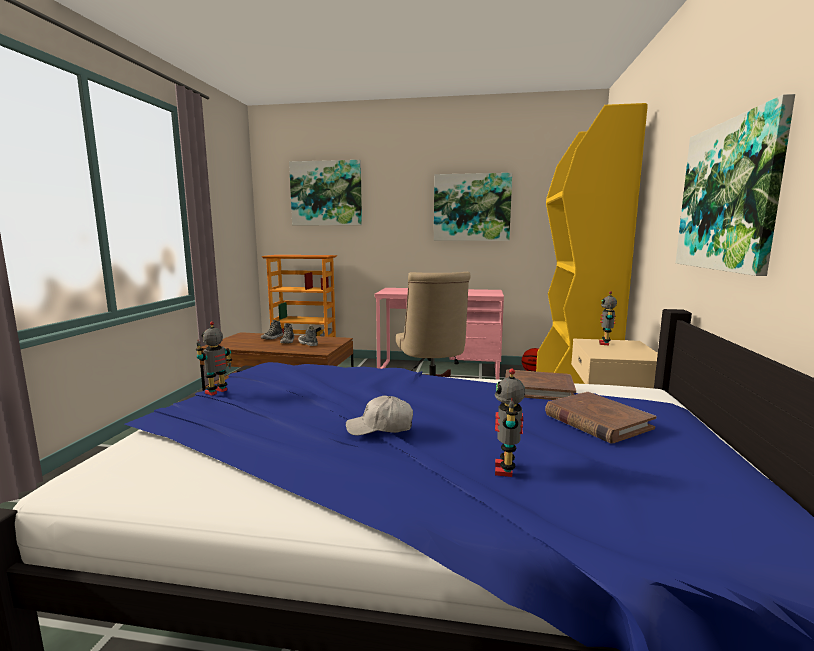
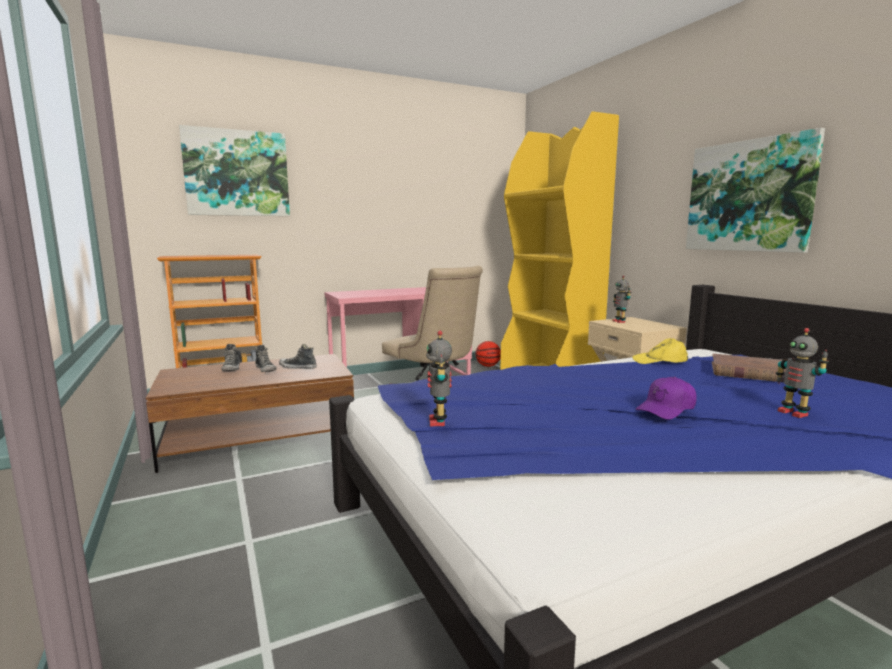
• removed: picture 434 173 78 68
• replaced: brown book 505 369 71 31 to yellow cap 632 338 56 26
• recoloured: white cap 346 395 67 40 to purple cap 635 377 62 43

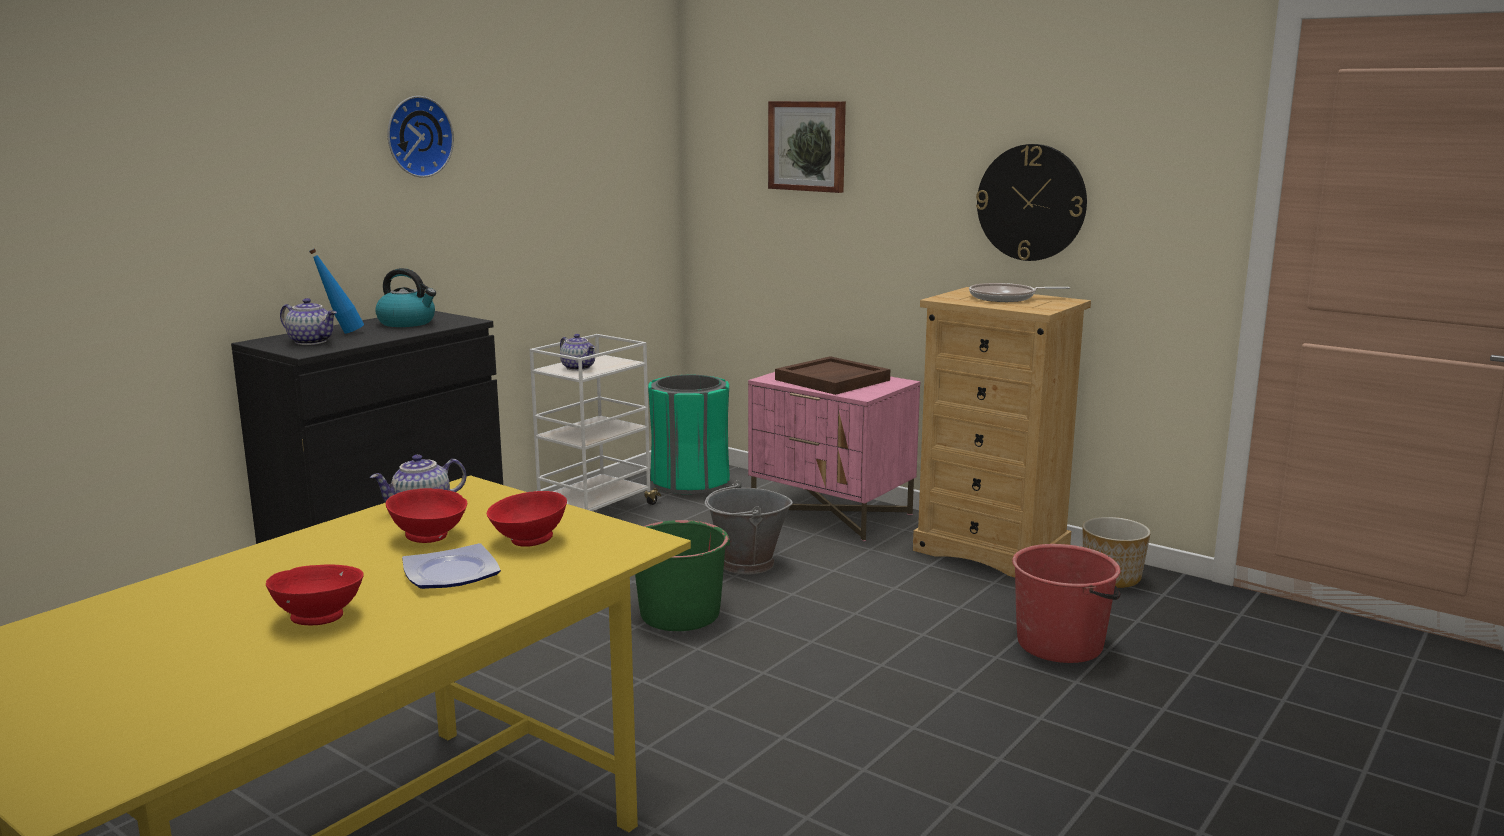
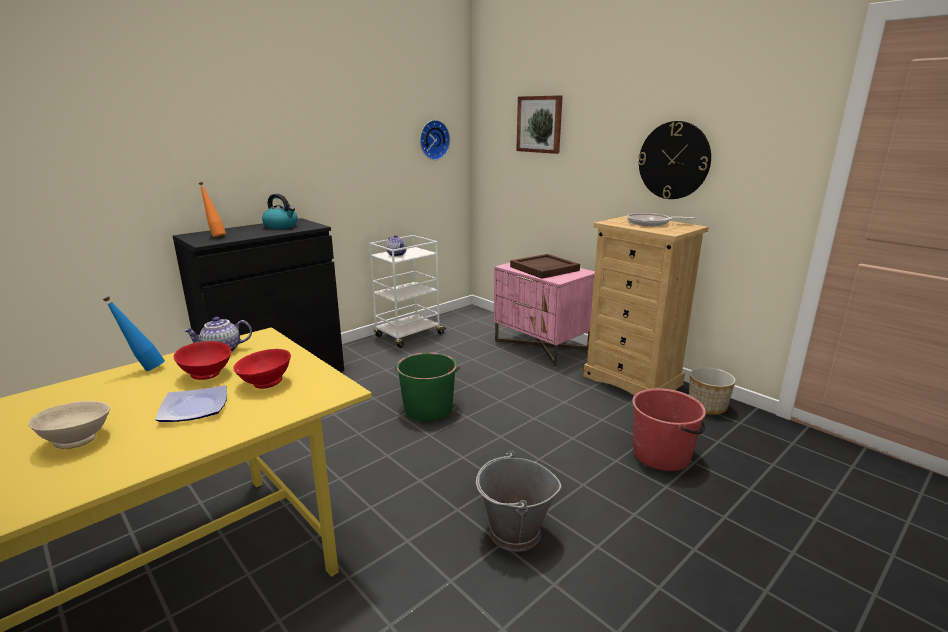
• removed: green trash can 648 375 82 119
• moved: blue bottle 309 248 55 86 to 103 296 62 75
• moved: wall clock 388 96 66 82 to 420 120 30 40
• moved: grey bucket 705 480 88 94 to 476 451 85 101
• replaced: teapot 280 298 57 47 to orange bottle 199 182 27 55
• recoloured: red bowl 266 564 98 61 to beige bowl 29 401 81 48

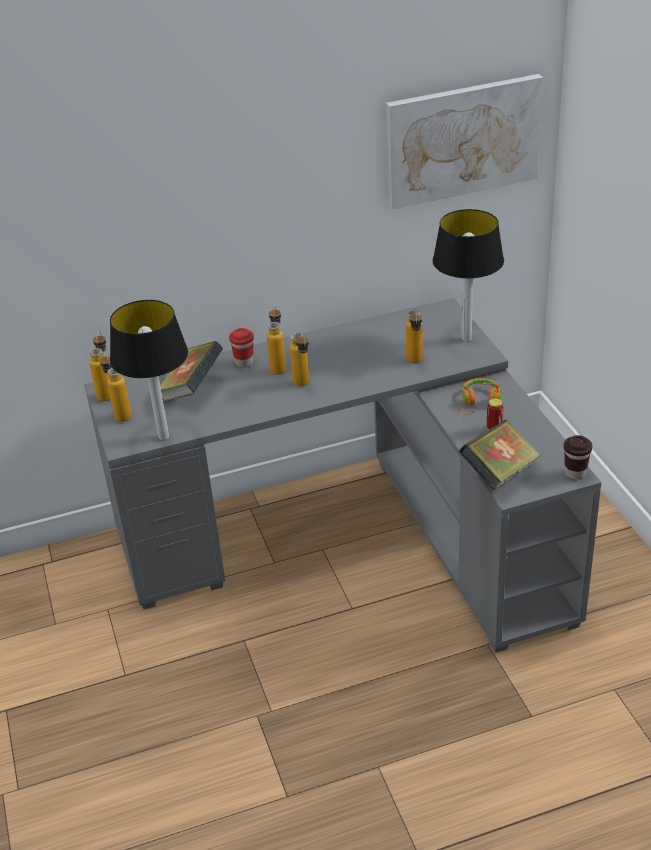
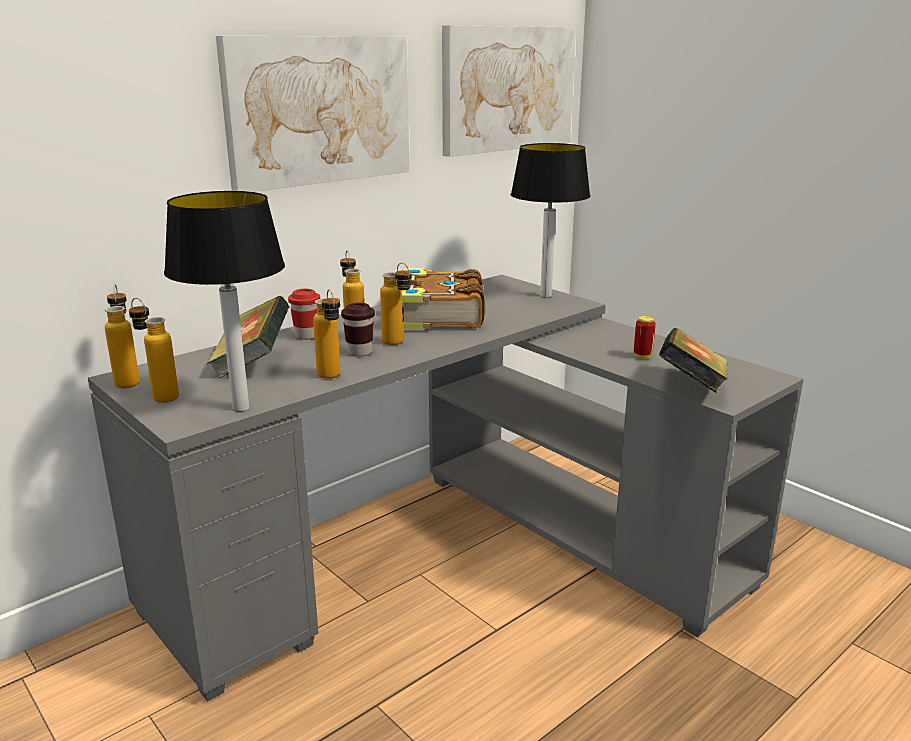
• removed: orange headphones 458 378 43 37
• added: picture 216 36 194 156
• added: book 402 268 83 62
• moved: bottle 406 310 17 53 to 313 289 27 90
• moved: brown cup 564 435 29 44 to 341 302 34 55

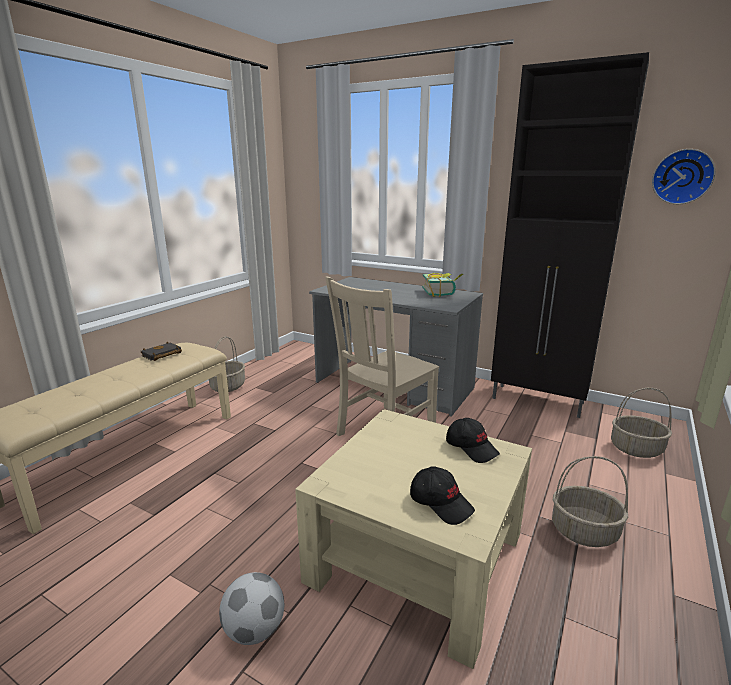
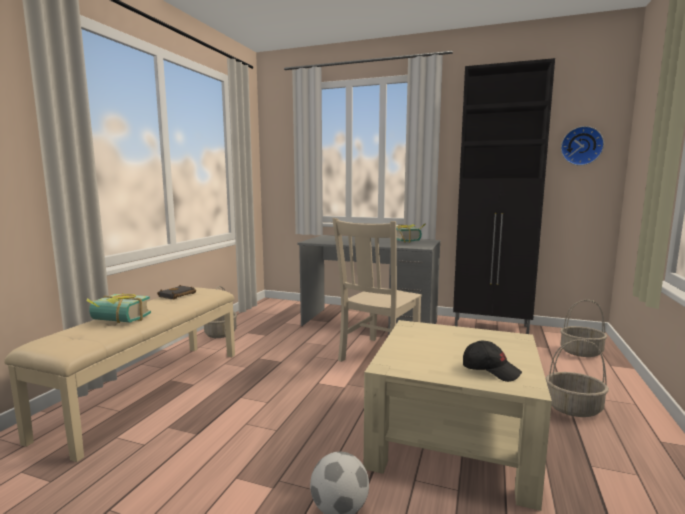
• removed: black cap 446 418 54 45
• added: book 87 293 64 30

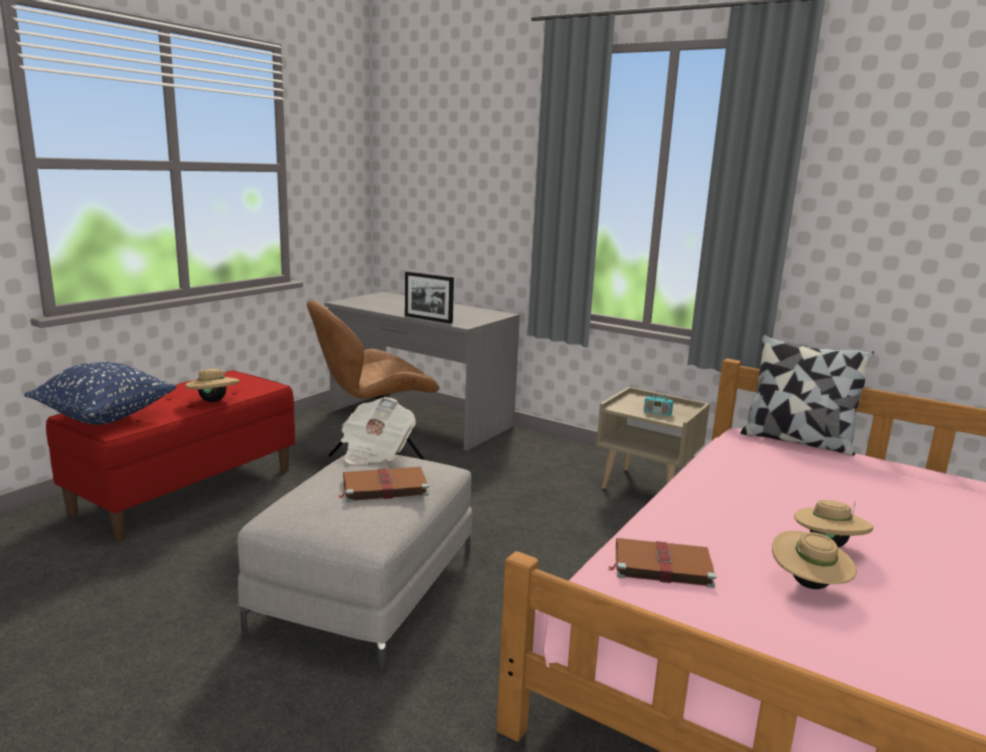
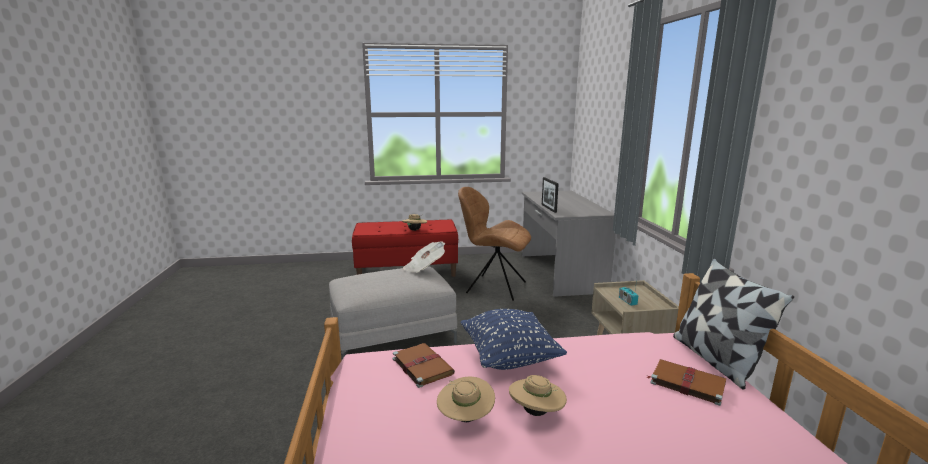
• moved: blue pillow 24 362 153 63 to 461 309 106 61
• moved: brown book 339 467 90 35 to 646 359 80 47

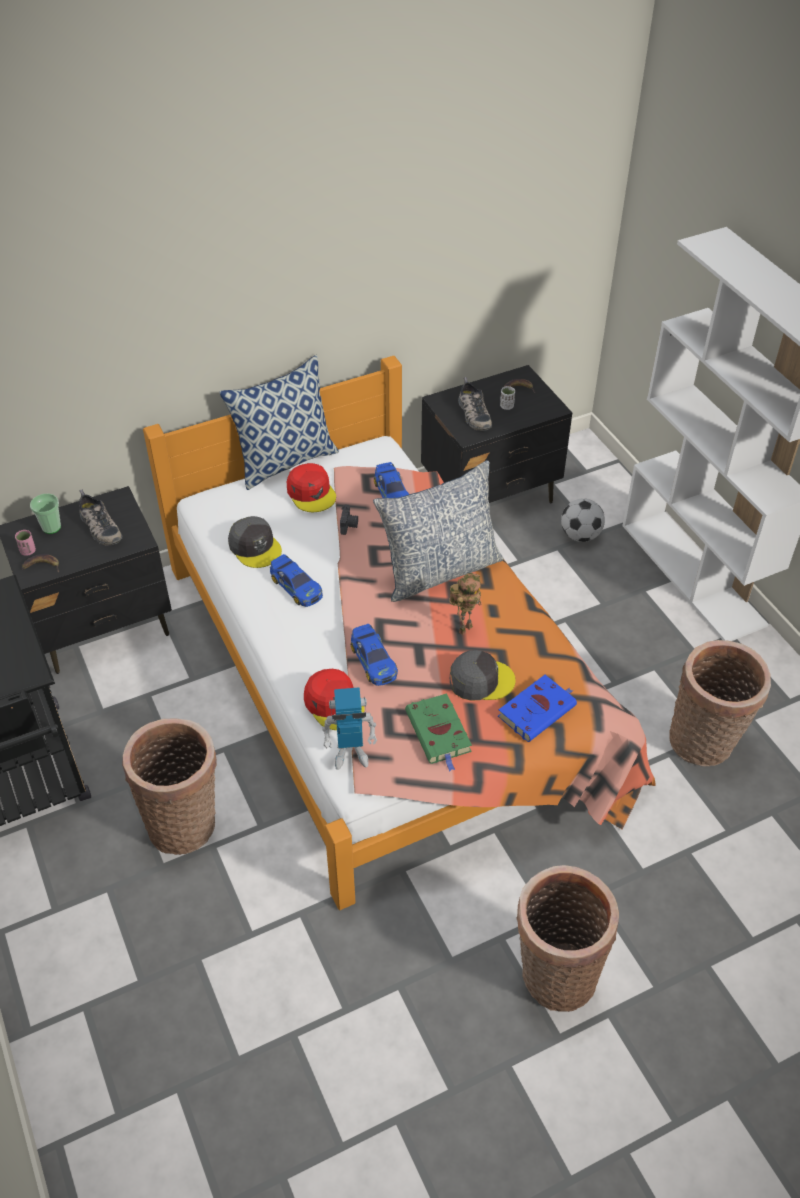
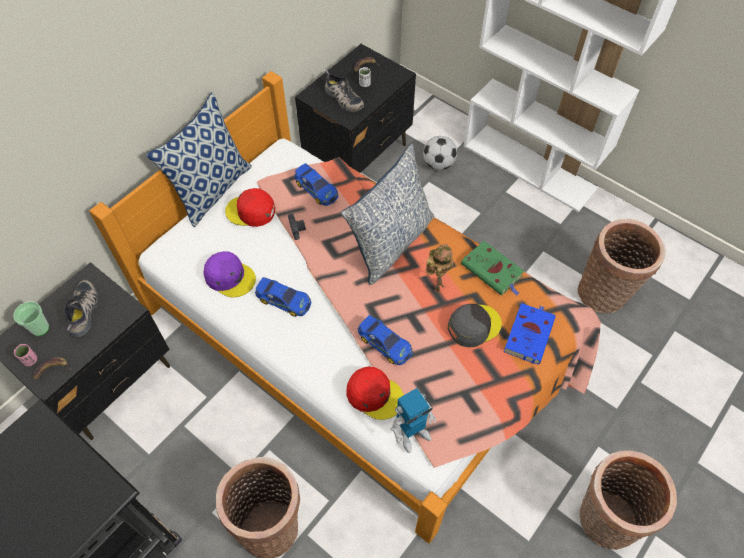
• moved: green book 405 693 67 78 to 461 241 63 55
• recoloured: grey cap 228 516 54 52 to purple cap 203 251 53 46
• turned: shoe 79 489 43 57 = 64 280 34 58 120 degrees counterclockwise
• turned: red cap 287 463 49 49 = 225 188 50 39 150 degrees clockwise

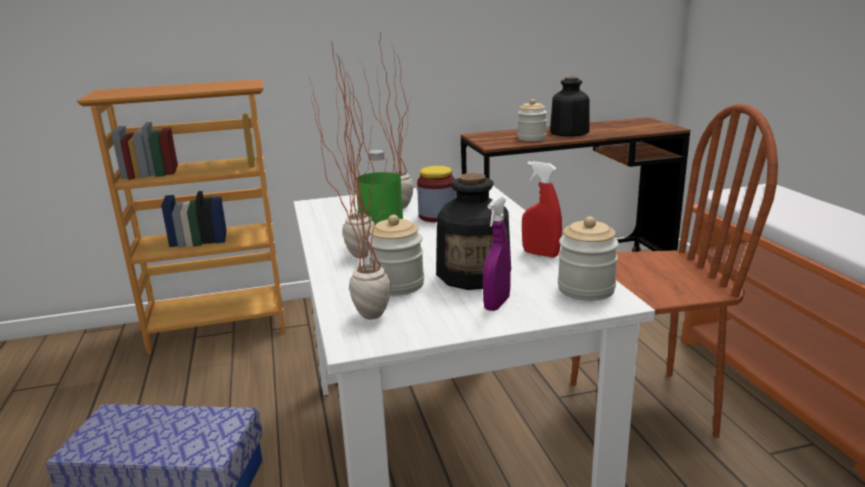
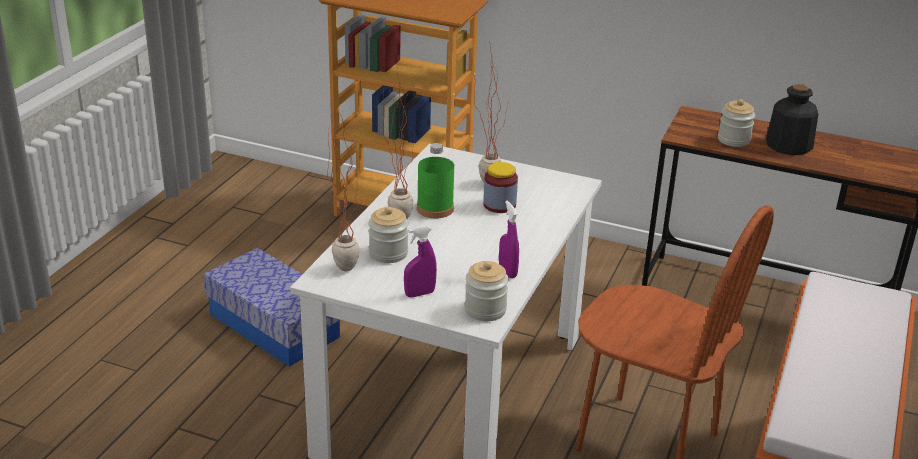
• removed: bottle 436 173 75 117
• recoloured: red spray bottle 522 161 40 96 to purple spray bottle 499 201 20 77

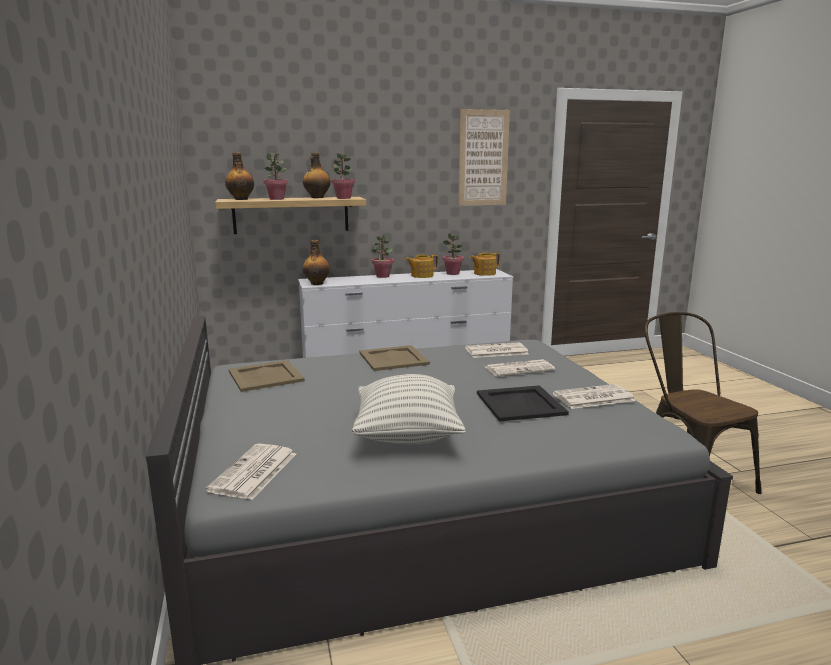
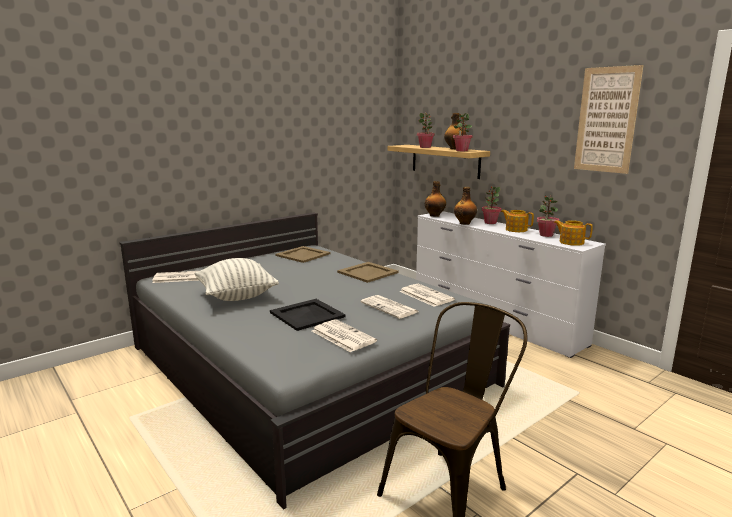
• moved: bottle 225 153 29 47 to 454 187 23 38

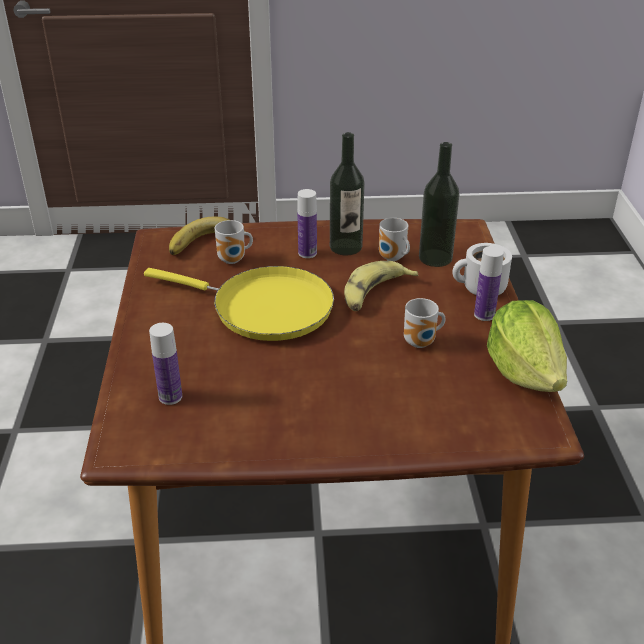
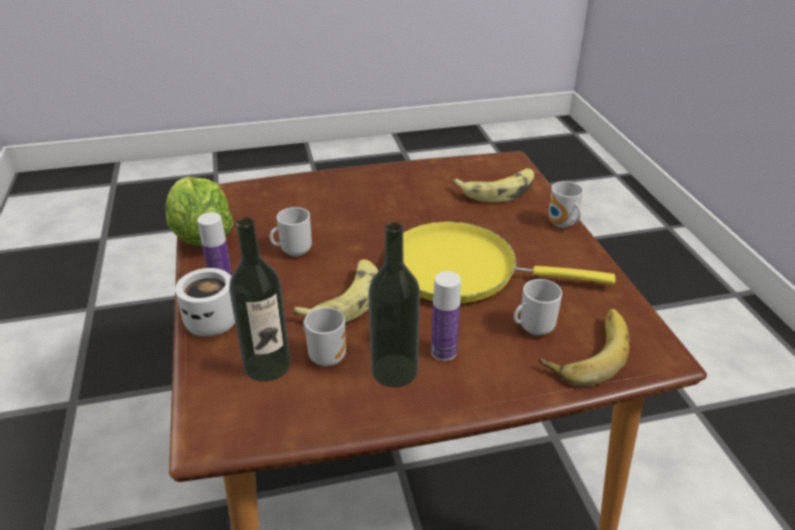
• added: mug 548 181 35 47
• replaced: bottle 149 323 33 82 to banana 453 168 81 35

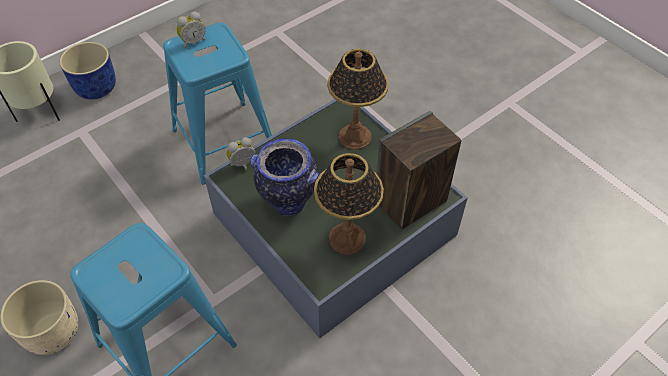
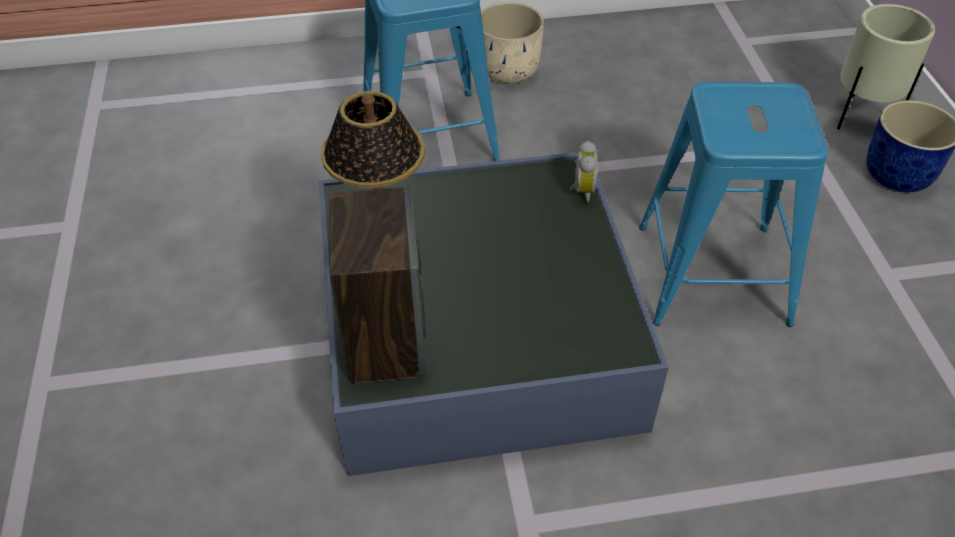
• removed: alarm clock 176 11 29 37
• removed: vase 250 138 69 78
• removed: table lamp 327 49 62 101

